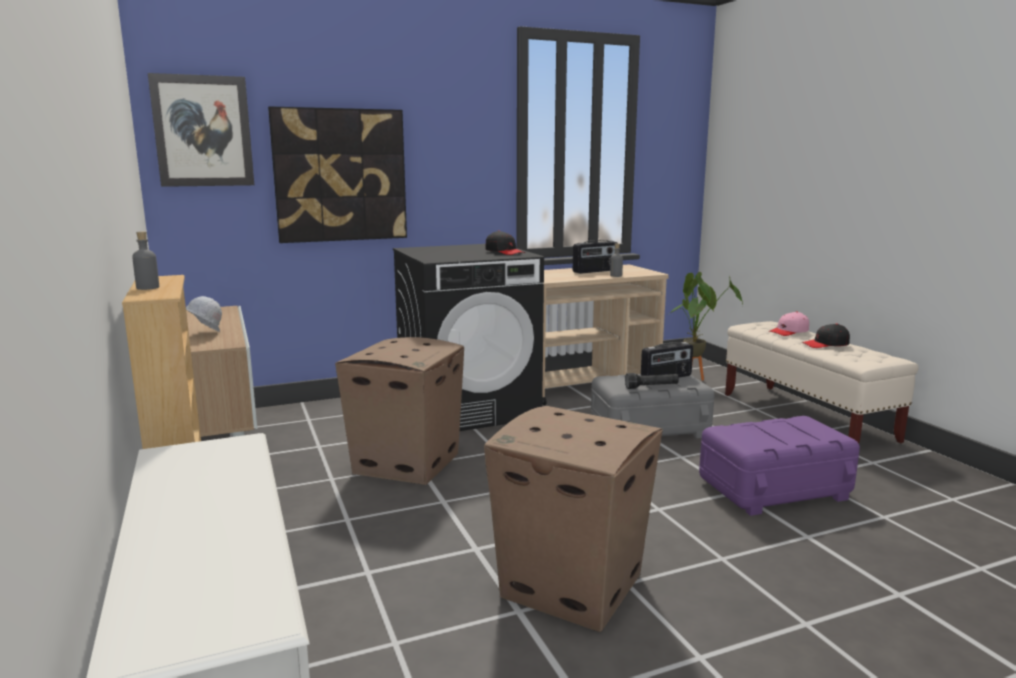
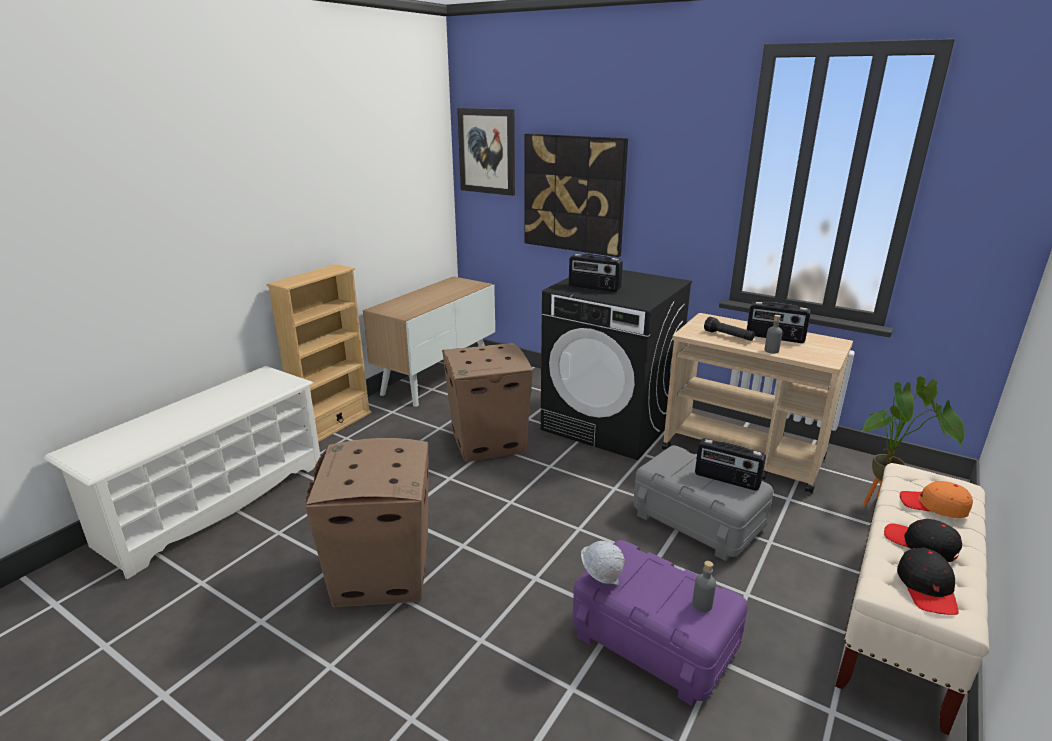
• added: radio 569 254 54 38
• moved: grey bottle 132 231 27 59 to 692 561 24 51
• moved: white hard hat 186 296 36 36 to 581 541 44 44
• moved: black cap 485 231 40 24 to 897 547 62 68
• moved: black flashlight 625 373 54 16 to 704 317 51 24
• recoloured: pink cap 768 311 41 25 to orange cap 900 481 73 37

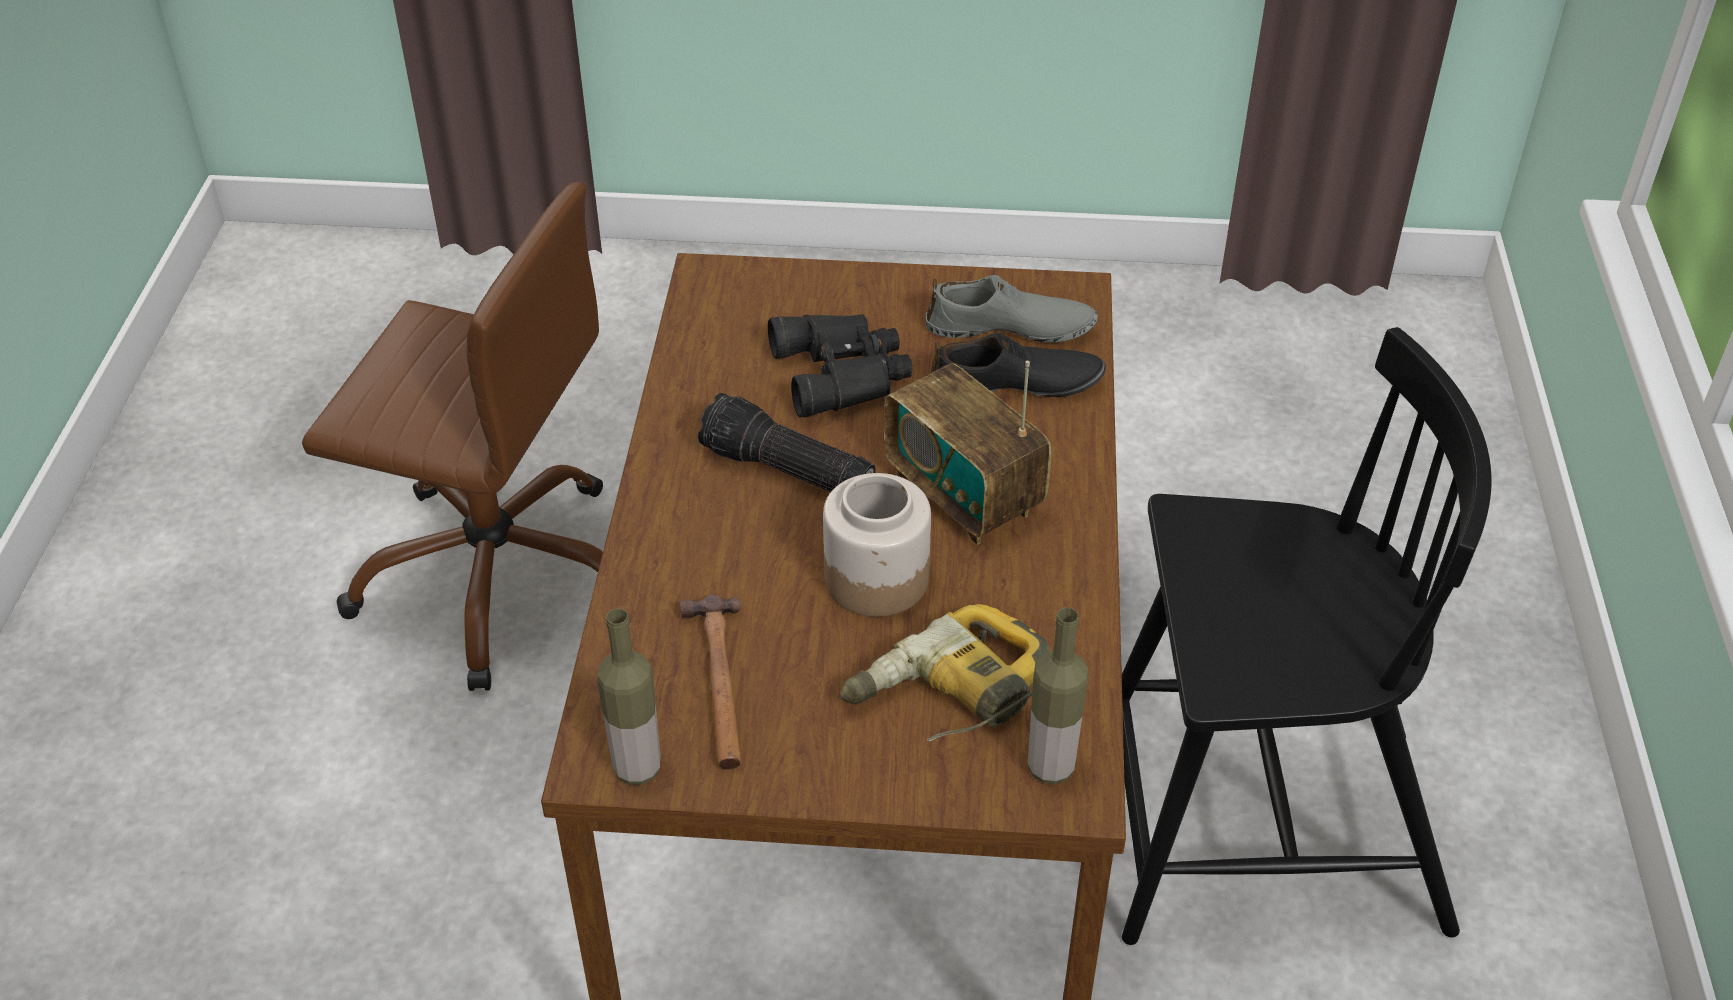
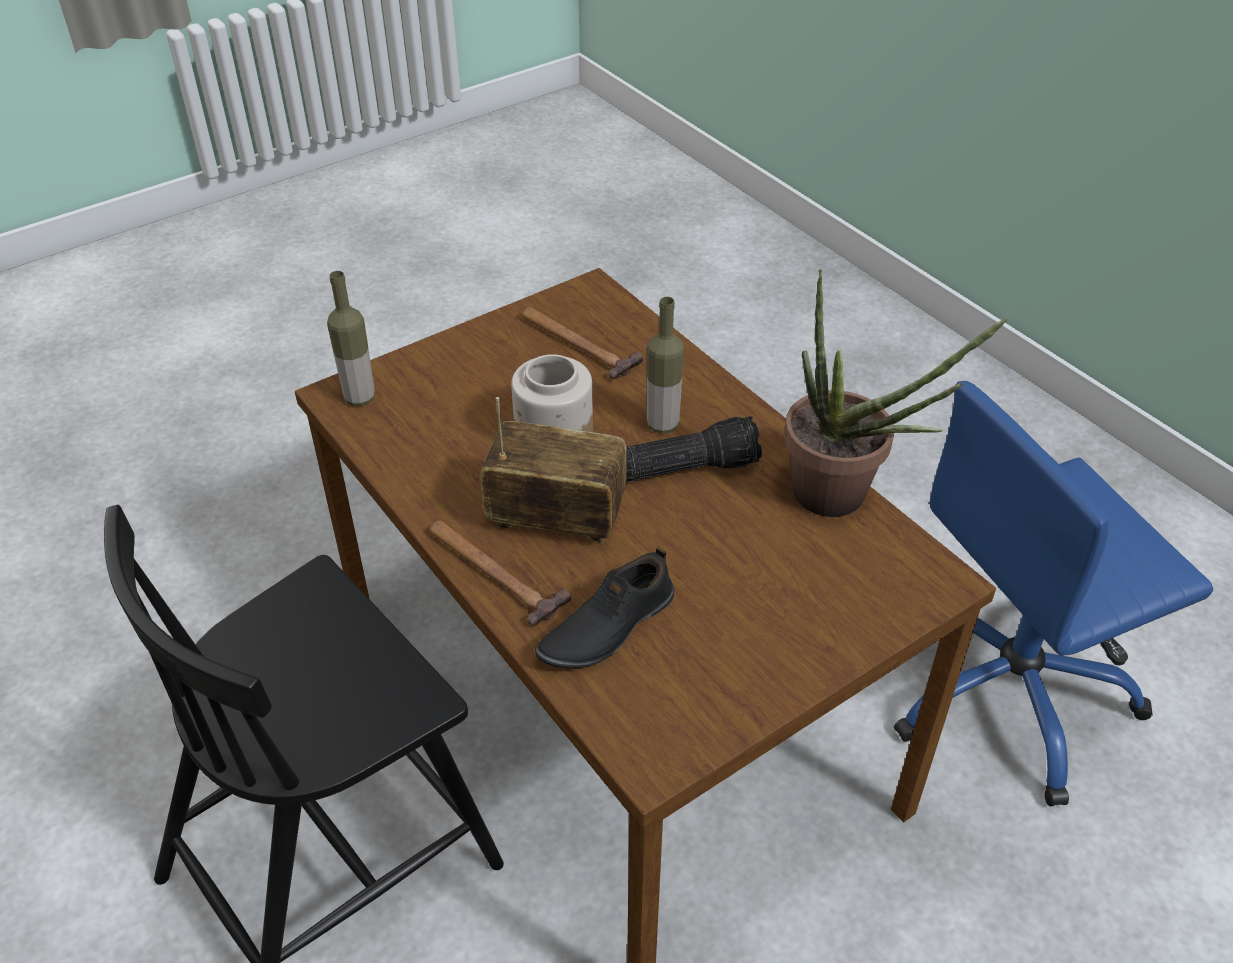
• removed: black binoculars 768 314 144 103
• removed: power drill 840 604 209 137
• removed: grey shoe 926 275 172 68
• added: hammer 430 520 141 106
• added: potted plant 784 268 225 249
• moved: bottle 597 608 64 177 to 647 297 37 137
• recoloured: brown office chair 302 182 301 509 to blue office chair 894 381 319 425

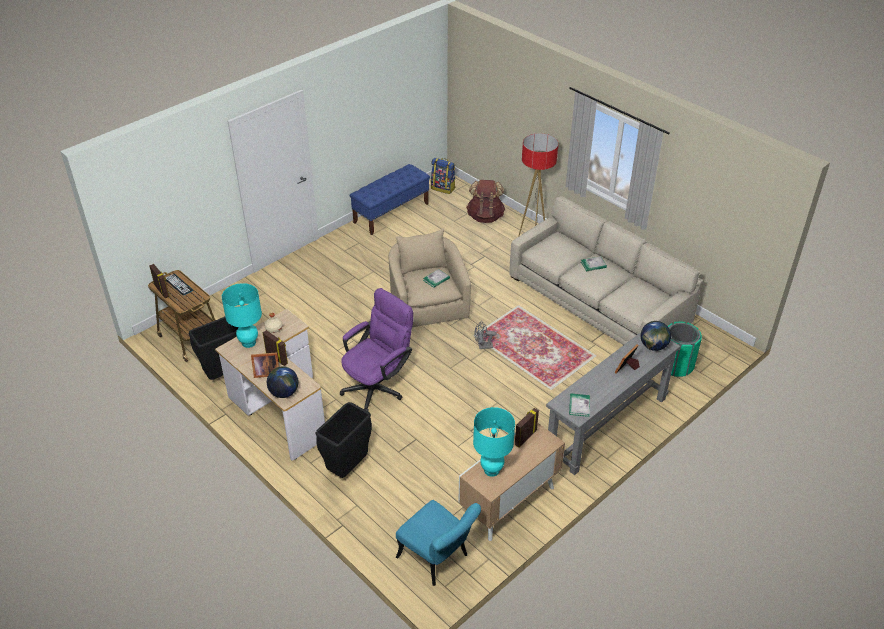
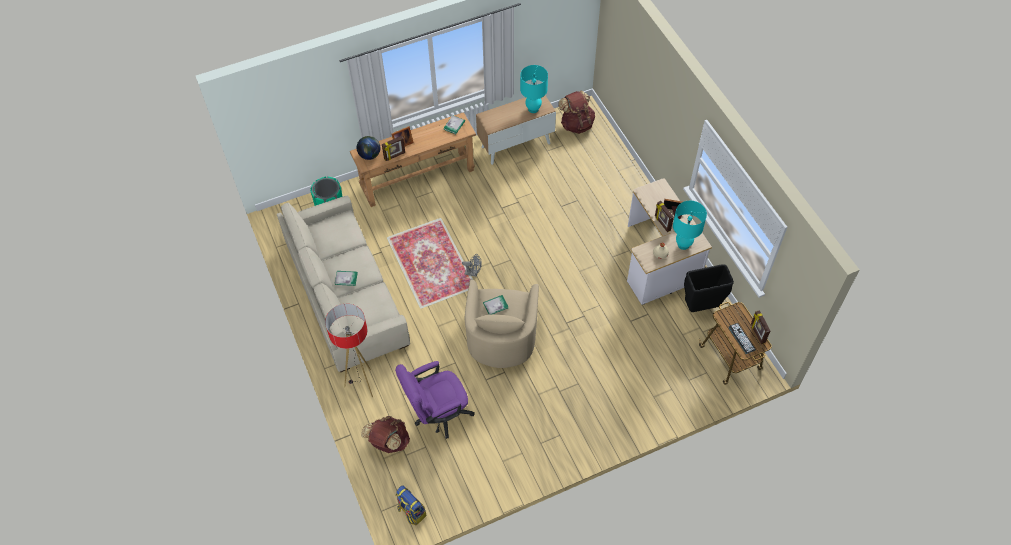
• removed: globe 267 366 32 32
• removed: black trash can 315 402 57 76
• removed: blue bench 350 164 80 71
• moved: purple office chair 340 288 73 123 to 395 361 80 78
• moved: picture frame 515 408 24 40 to 382 136 23 25
• replaced: turquoise chair 396 500 85 86 to brown backpack 558 90 37 44
• recoloured: grey console table 546 332 135 143 to brown console table 350 112 126 95

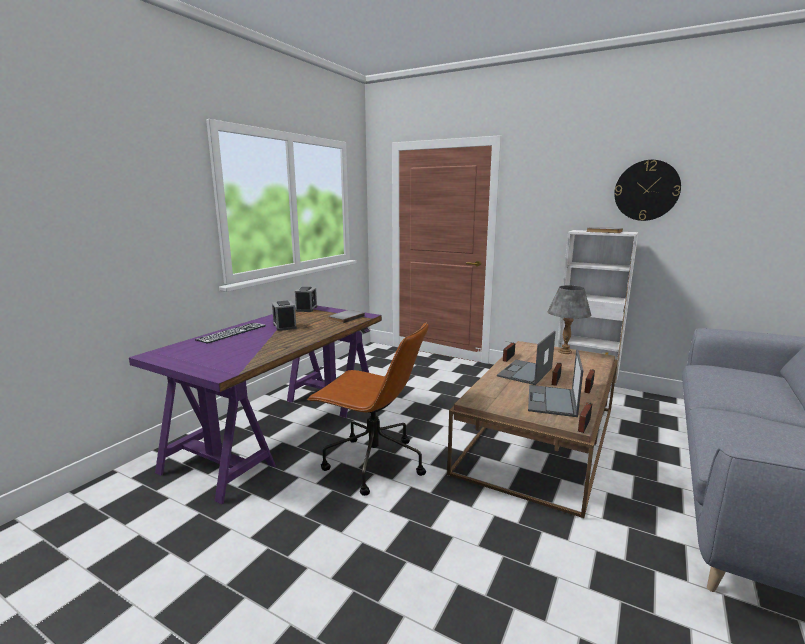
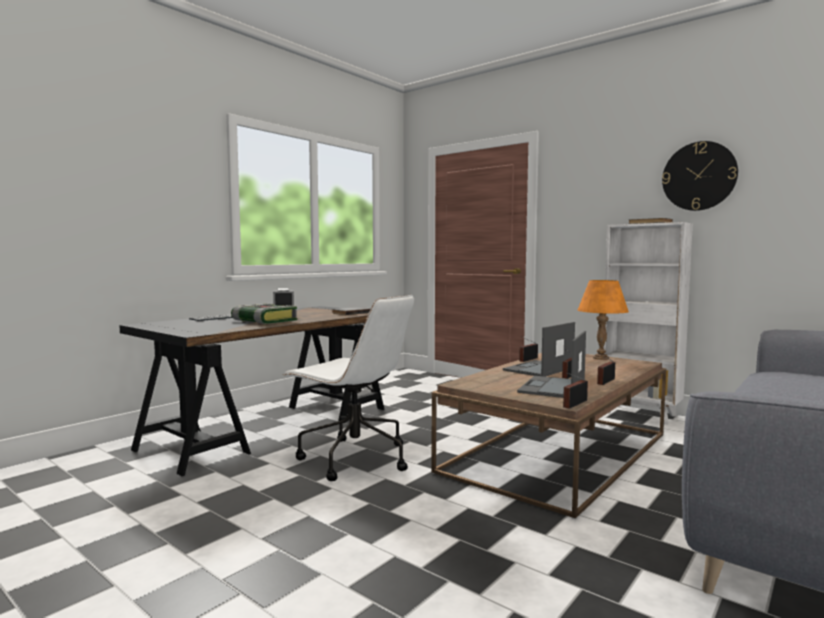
• removed: alarm clock 295 287 22 25
• added: book 231 303 66 21
• recoloured: purple desk 129 306 253 198 to black desk 119 306 266 170
• recoloured: brown office chair 307 322 122 174 to white office chair 283 295 131 186
• recoloured: grey table lamp 548 285 43 69 to orange table lamp 578 280 51 80

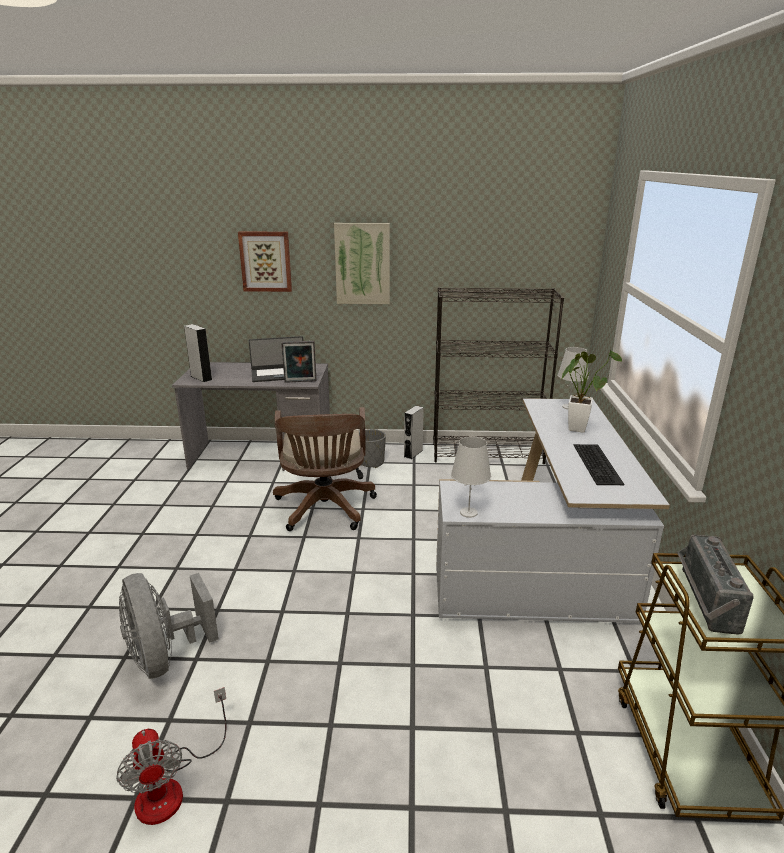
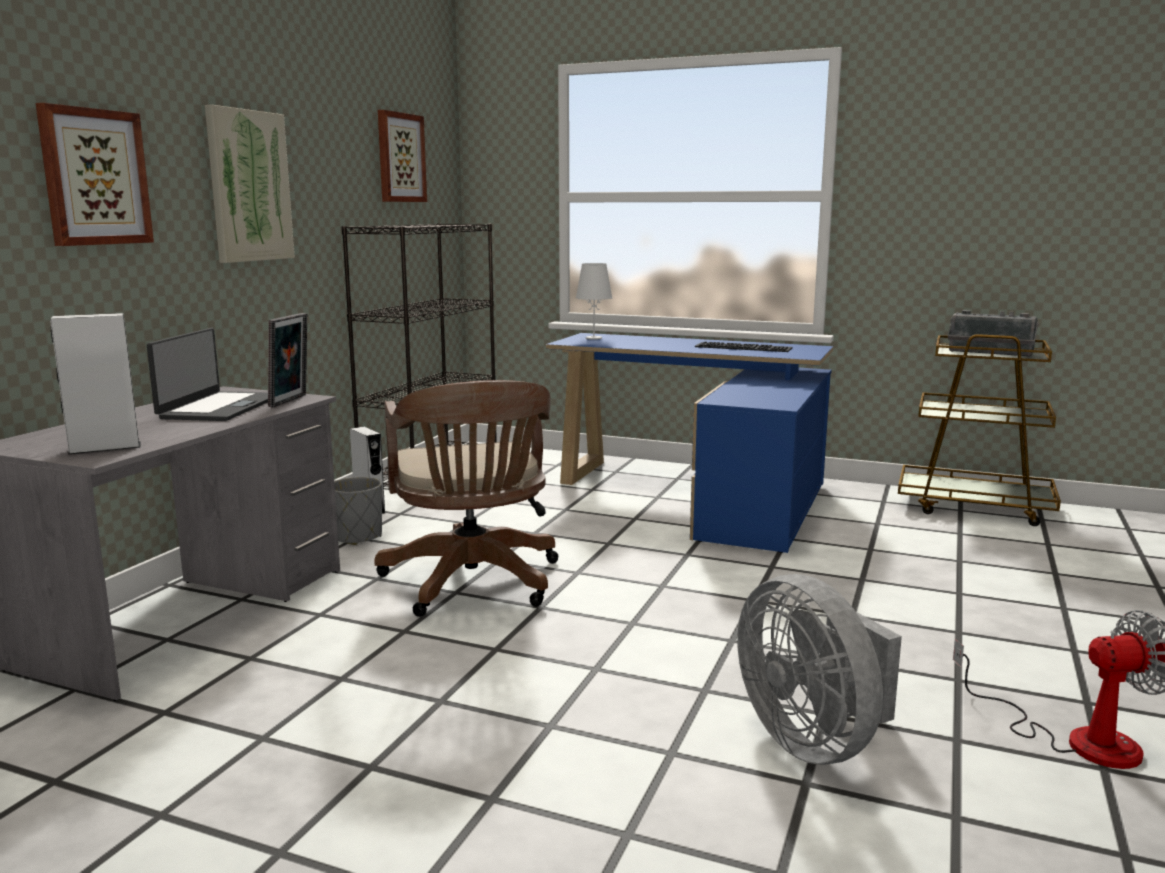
• removed: white table lamp 451 436 40 82
• removed: potted plant 562 350 60 83
• added: picture 378 110 49 92
• recoloured: white desk 436 398 234 225 to blue desk 546 333 287 220
• turned: grey fan 119 573 100 106 = 737 574 165 191 75 degrees clockwise
• turned: brown office chair 273 407 104 124 = 374 380 185 237 60 degrees clockwise

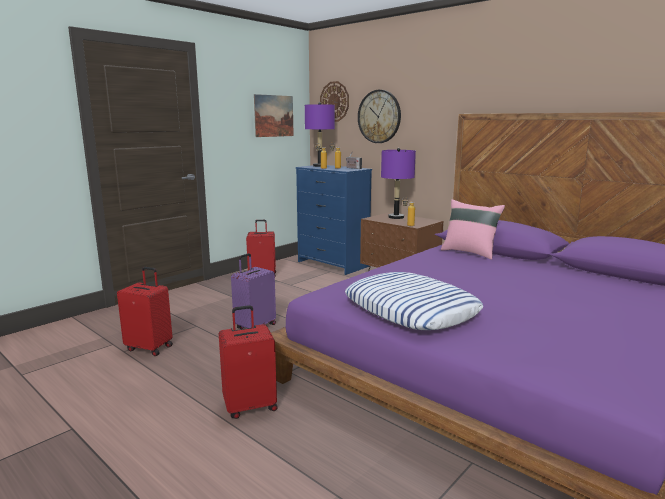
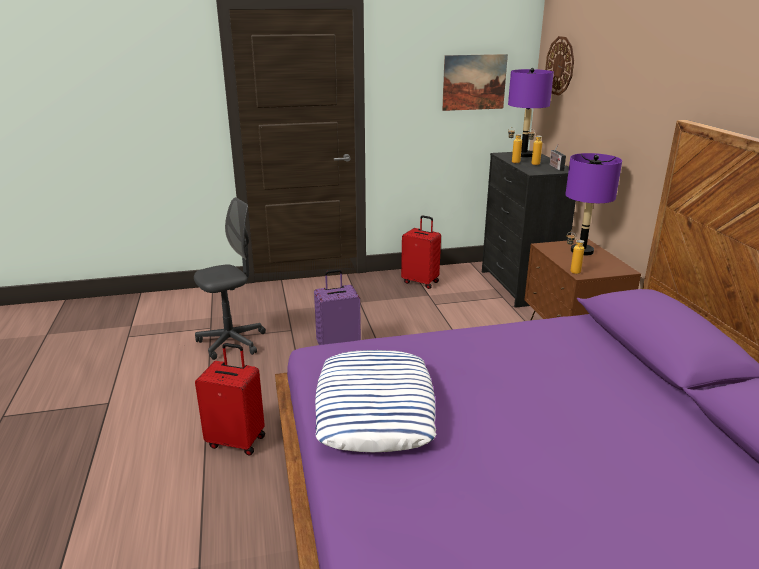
• removed: wall clock 358 90 43 53
• removed: pink pillow 441 199 64 61
• replaced: red suitcase 117 267 56 89 to grey office chair 194 197 72 163
• recoloured: blue dresser 296 165 76 110 to black dresser 482 152 94 156

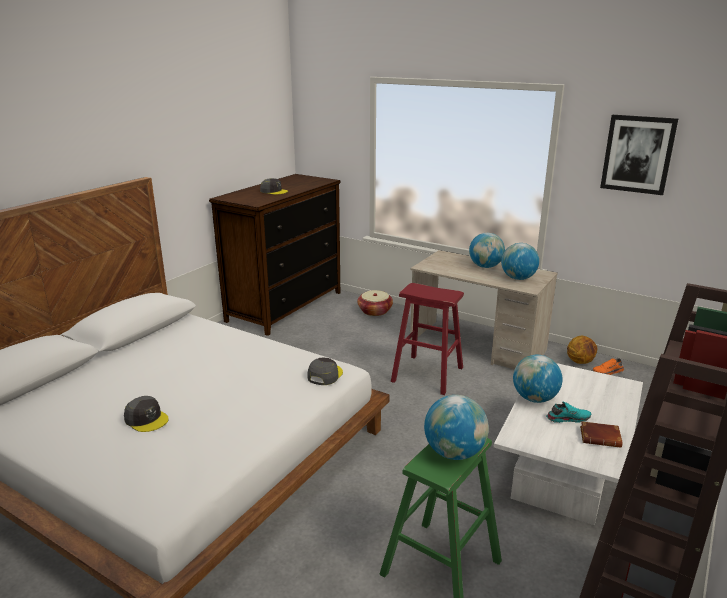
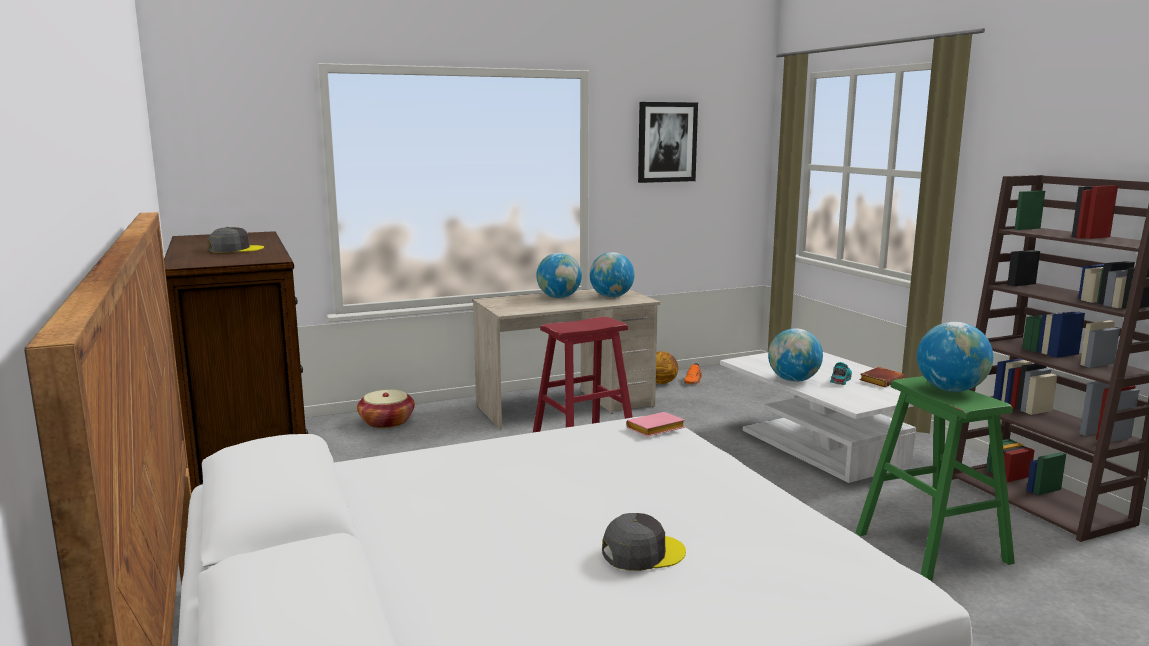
• replaced: grey cap 307 358 36 27 to pink book 626 412 59 25

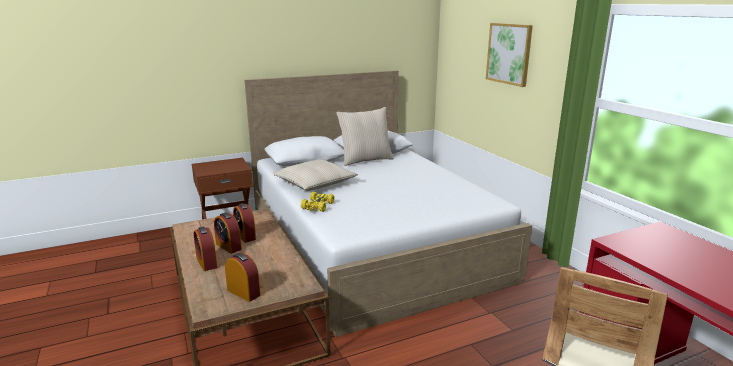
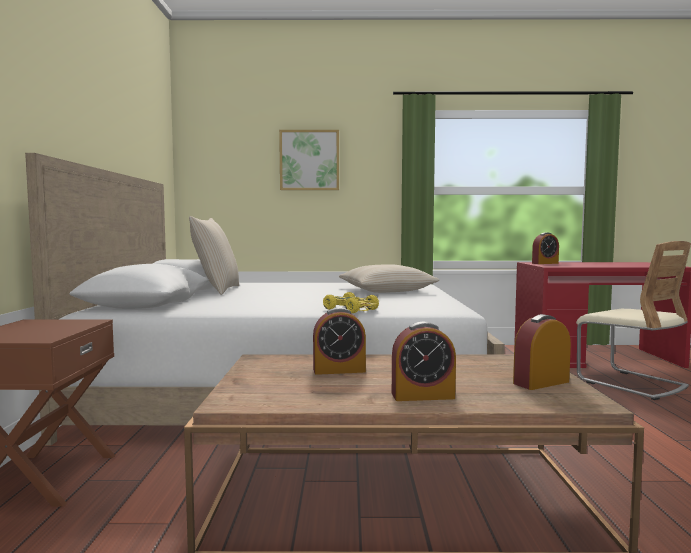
• moved: alarm clock 214 213 28 41 to 532 232 27 32
• moved: beige pillow 272 159 86 32 to 339 264 100 29

